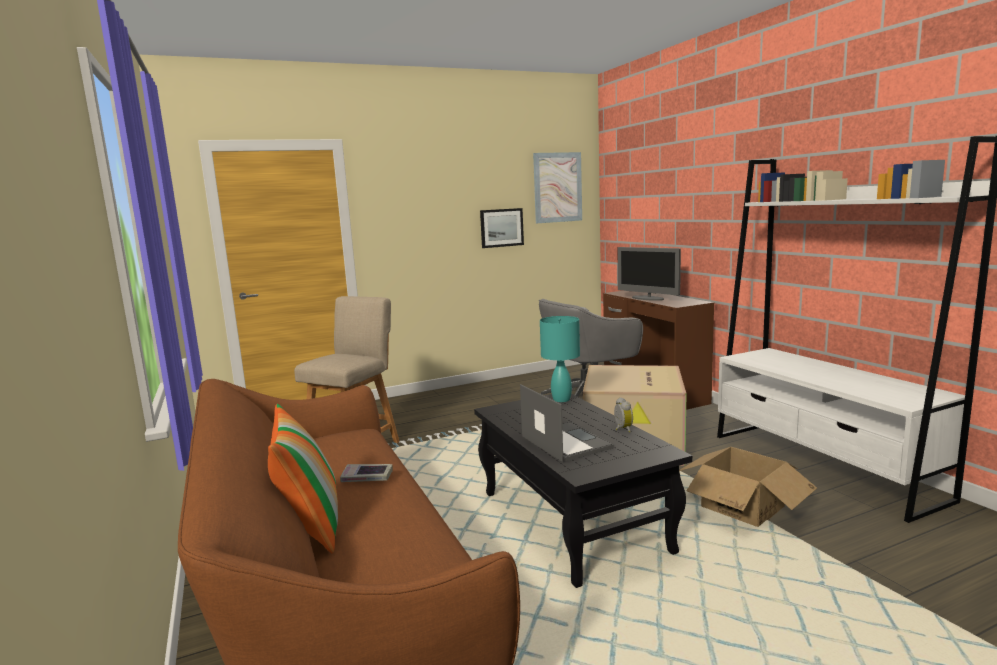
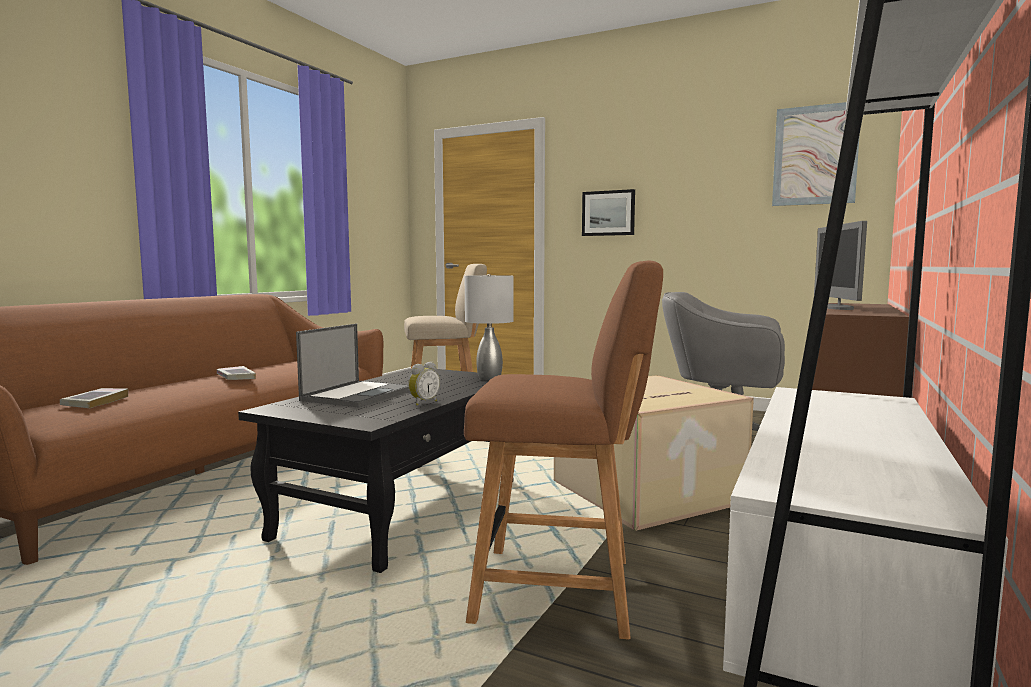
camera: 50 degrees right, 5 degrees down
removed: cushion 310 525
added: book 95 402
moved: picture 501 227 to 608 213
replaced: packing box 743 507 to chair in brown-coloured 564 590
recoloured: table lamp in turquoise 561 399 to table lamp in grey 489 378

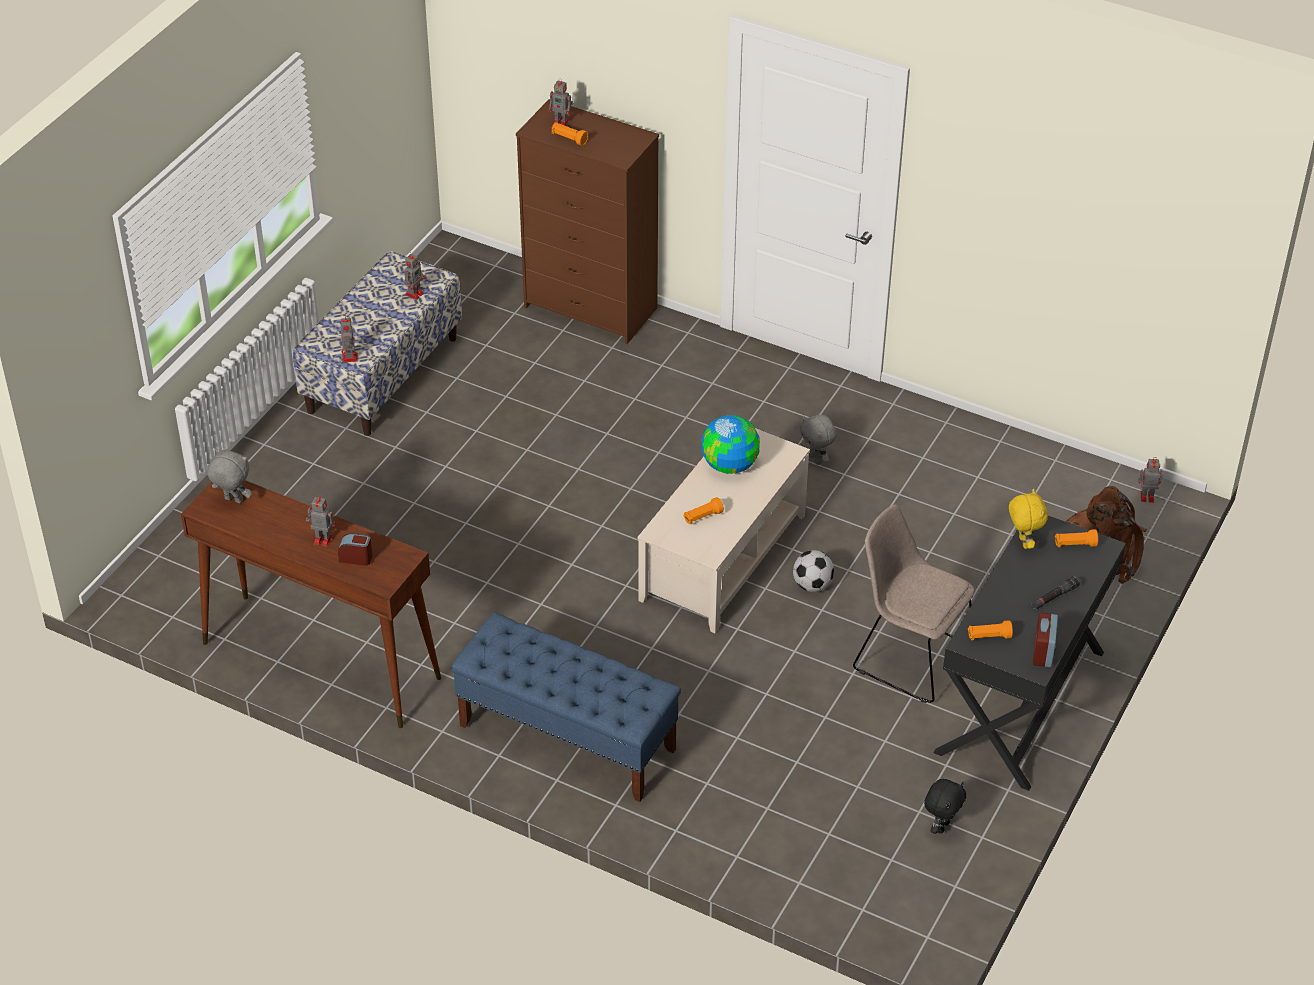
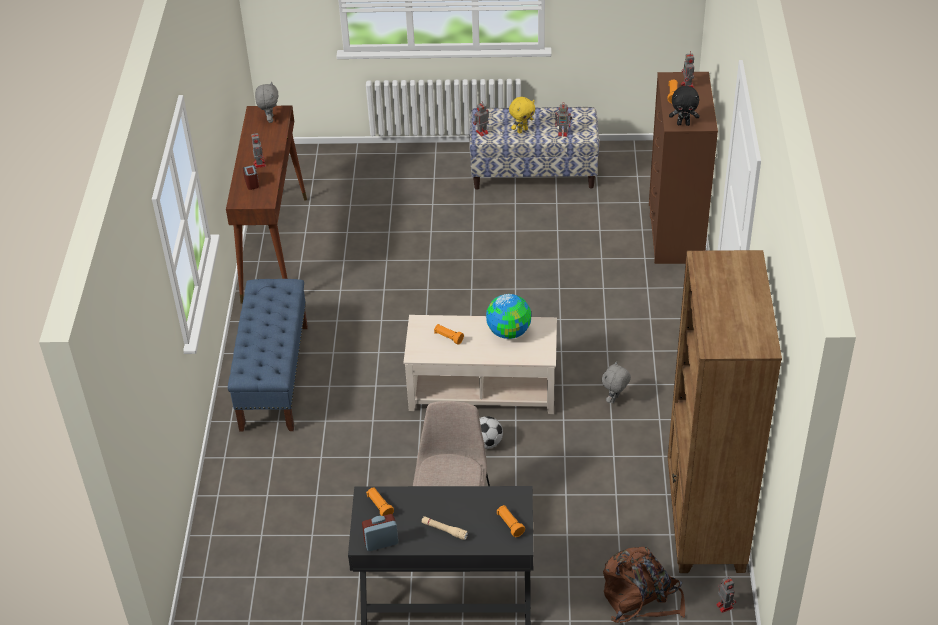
camera: 65 degrees right, 0 degrees up
added: shelving unit in brown-coloured 704 520
moved: soft toy in yellow 1023 542 to 522 130; soft toy in black 941 826 to 683 123
recoloured: torch in black 1054 597 to torch in sand-coloured 444 530

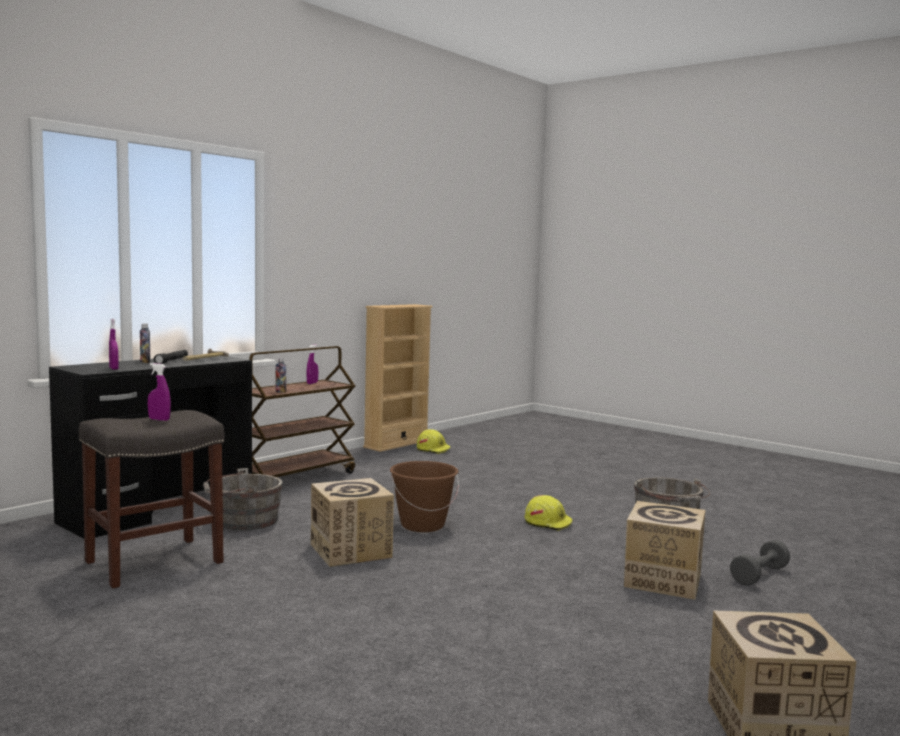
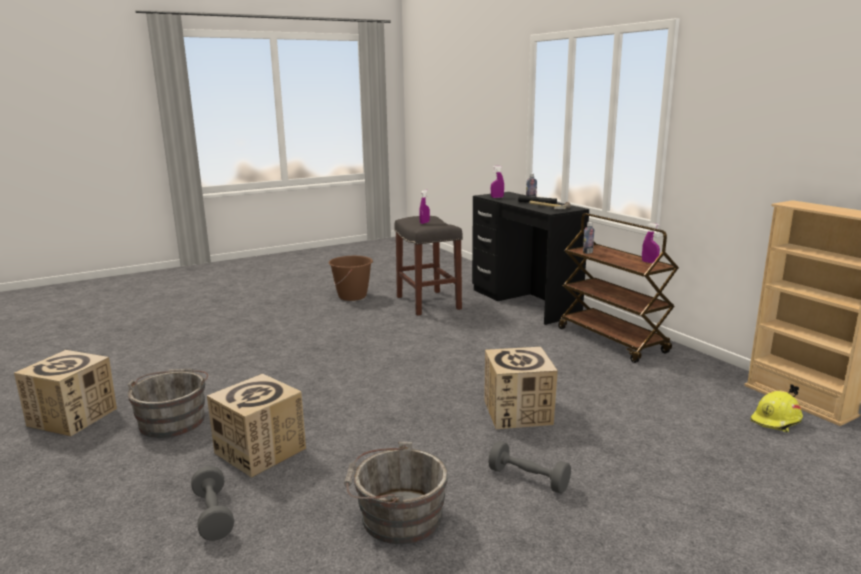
camera: 110 degrees right, 10 degrees up
removed: hard hat in yellow 548 523
added: dumbbell in grey 528 479
moved: water bucket in brown-coloured 422 525 to 352 296; water bucket in grey 242 521 to 173 420; packing box 350 551 to 518 412

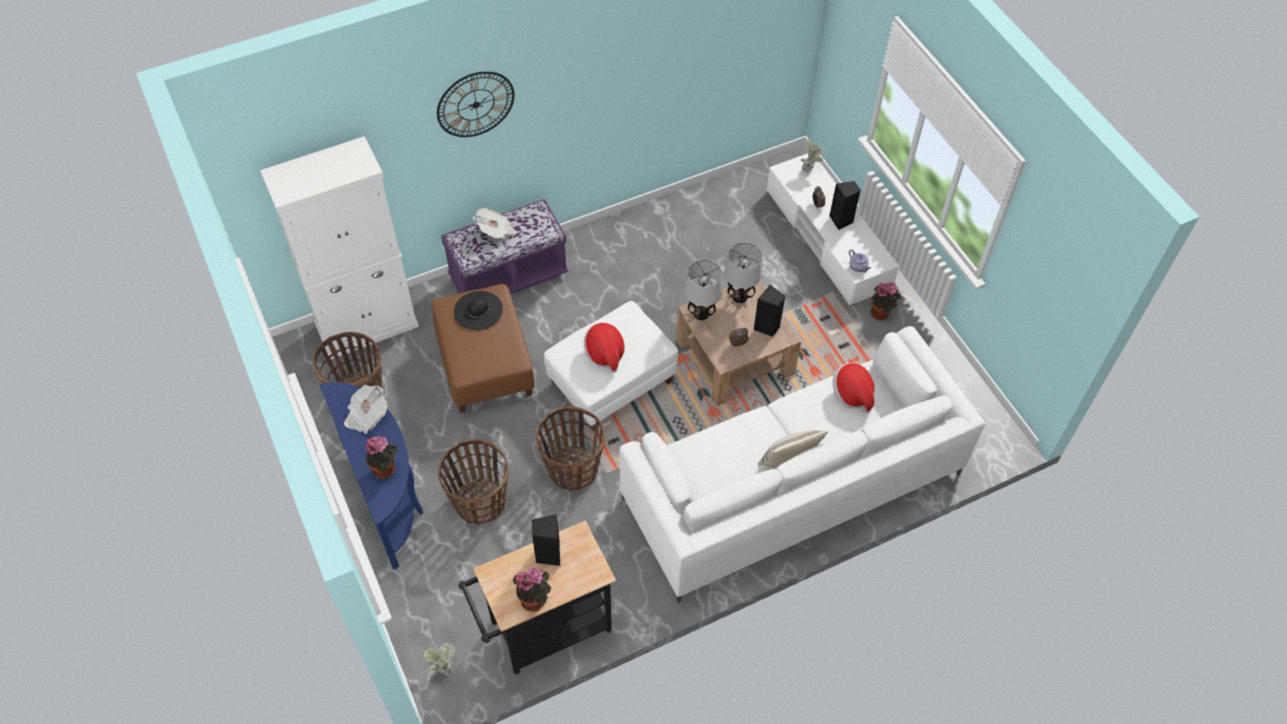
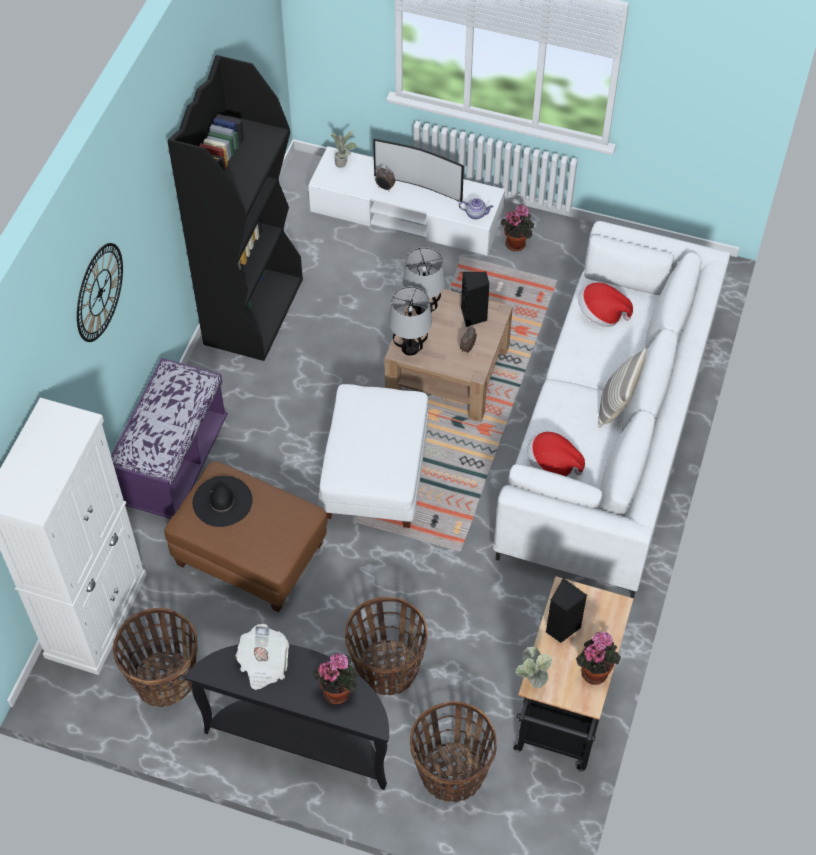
camera: 45 degrees left, 0 degrees up
removed: daily paper 496 231
added: shelving unit in black 253 311
moved: hat 605 353 to 552 464; storage basket 572 469 to 451 773; houseplant 442 668 to 532 681
replaced: loudspeaker in black 841 220 to TV 419 186
recoloured: console table in blue 387 496 to console table in black 302 737

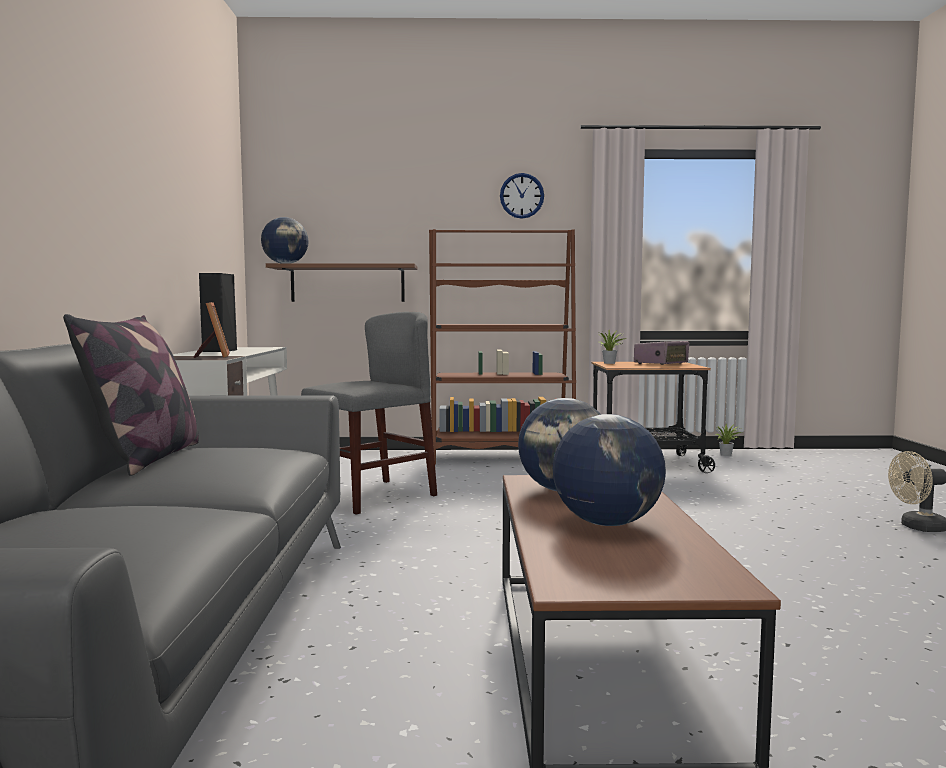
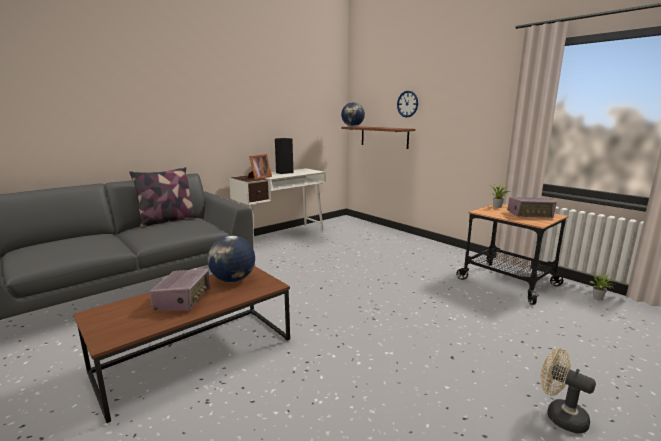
camera: 50 degrees right, 10 degrees up
removed: shelving unit in brown-coloured 501 457; chair in grey 372 496
moved: clock on the wall 521 195 to 407 104
replaced: world globe 606 523 to radio 183 300

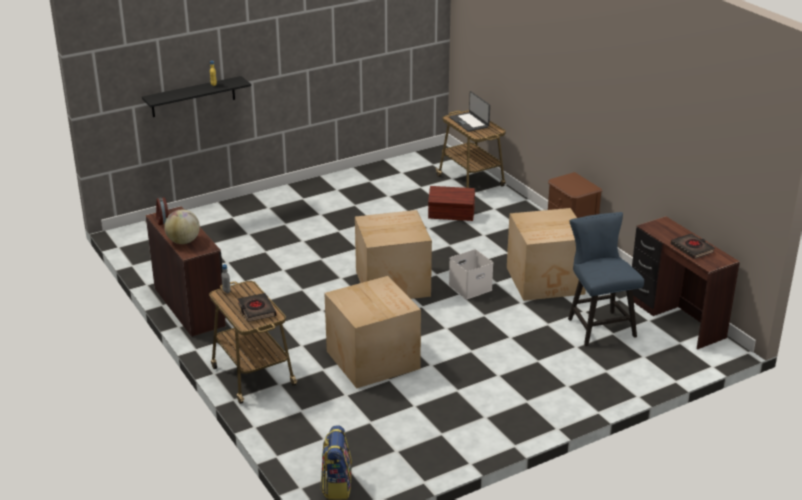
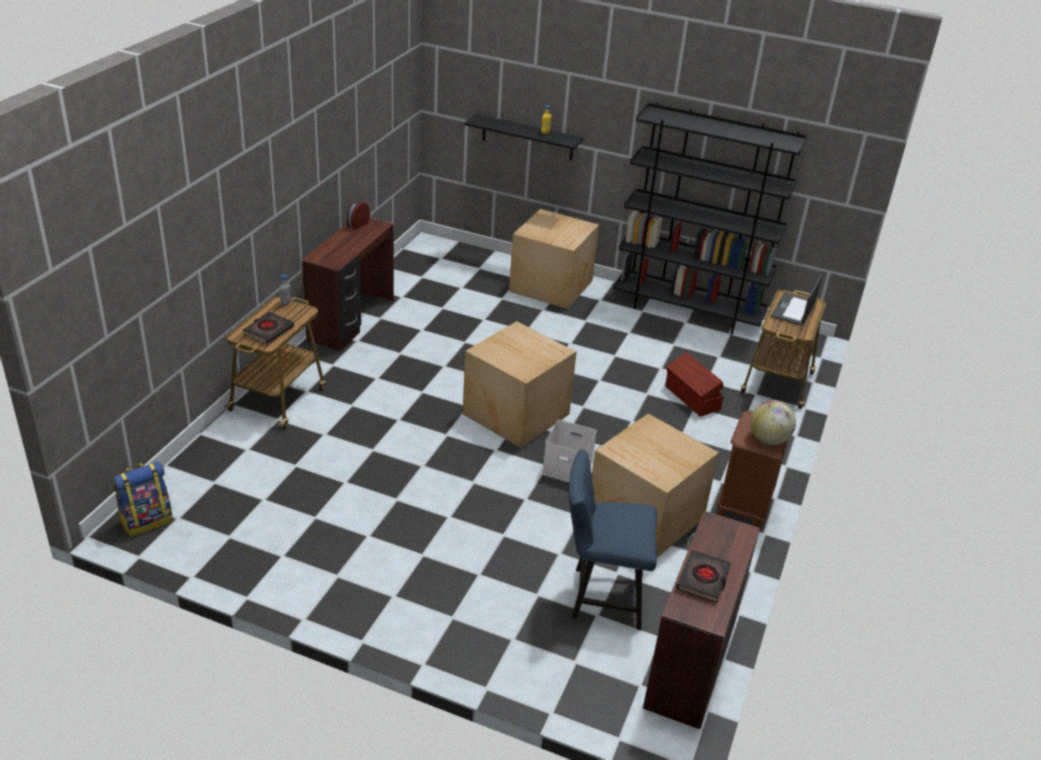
camera: 50 degrees right, 5 degrees up
added: shelving unit in black 688 311
moved: world globe 183 241 to 768 439; packing box 373 359 to 552 285
turned: chair in blue 598 325 = 600 596 120 degrees counterclockwise

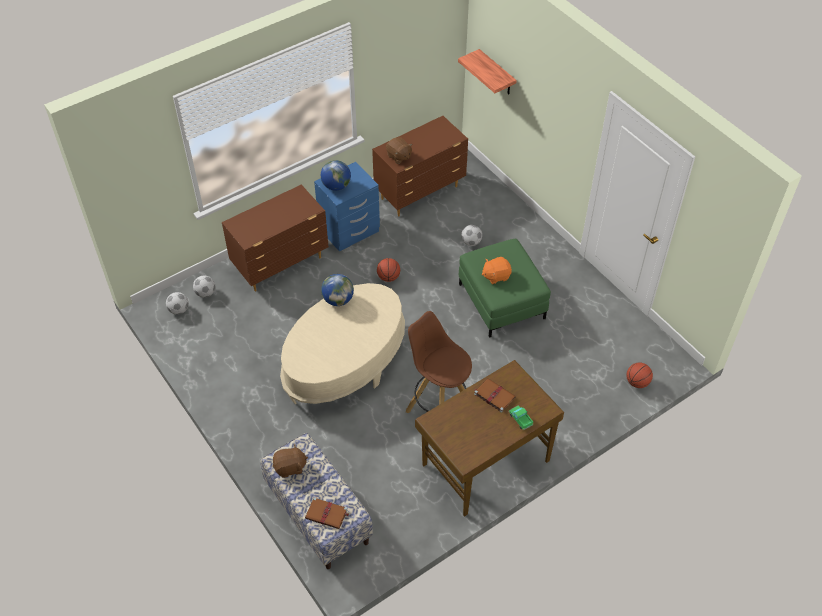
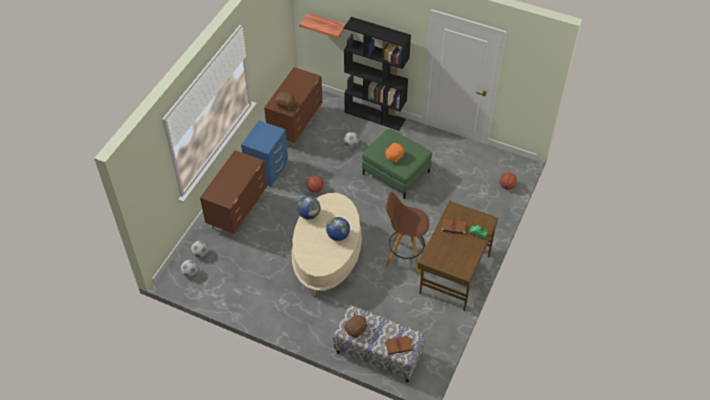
camera: 30 degrees left, 0 degrees up
added: shelving unit in black 375 116
moved: world globe 336 186 to 338 236

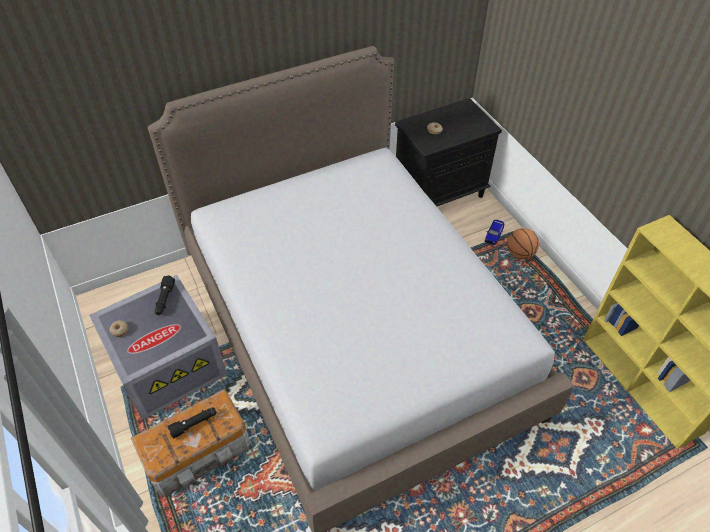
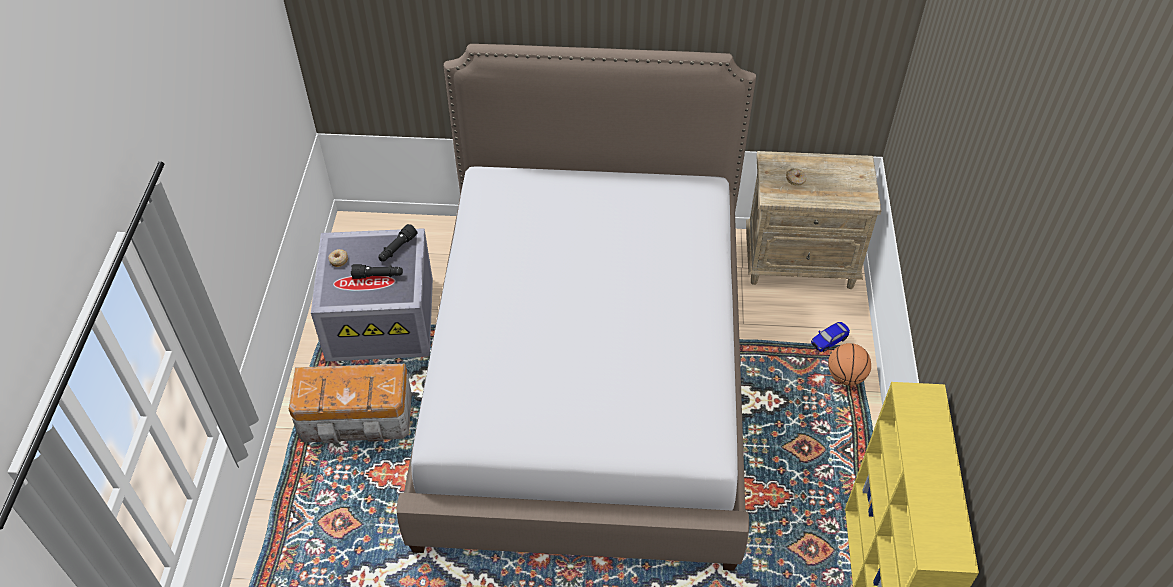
camera: 30 degrees right, 0 degrees up
moved: torch in black 194 424 to 378 276
recoloured: night table in black 440 192 to night table in sand-coloured 801 262

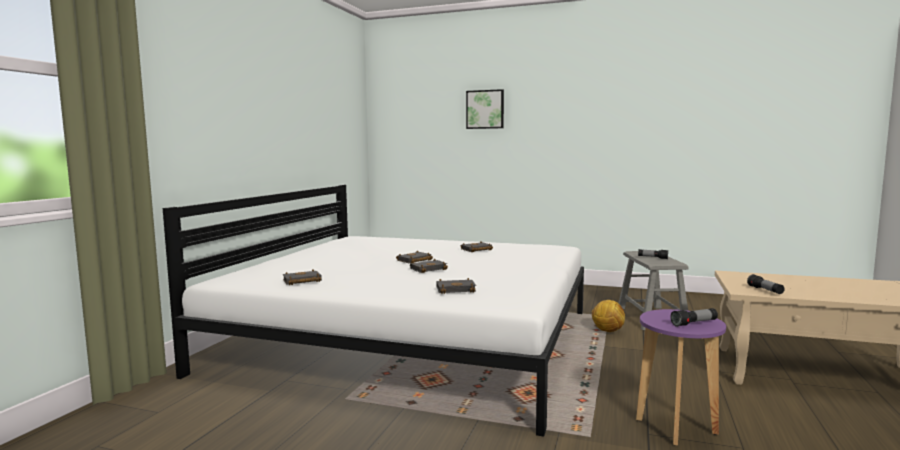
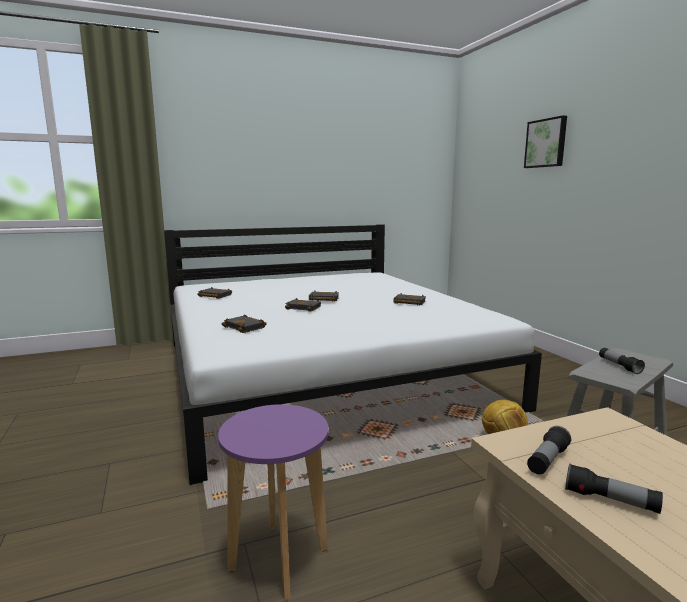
camera: 50 degrees right, 5 degrees up
moved: torch 694 323 to 610 500

